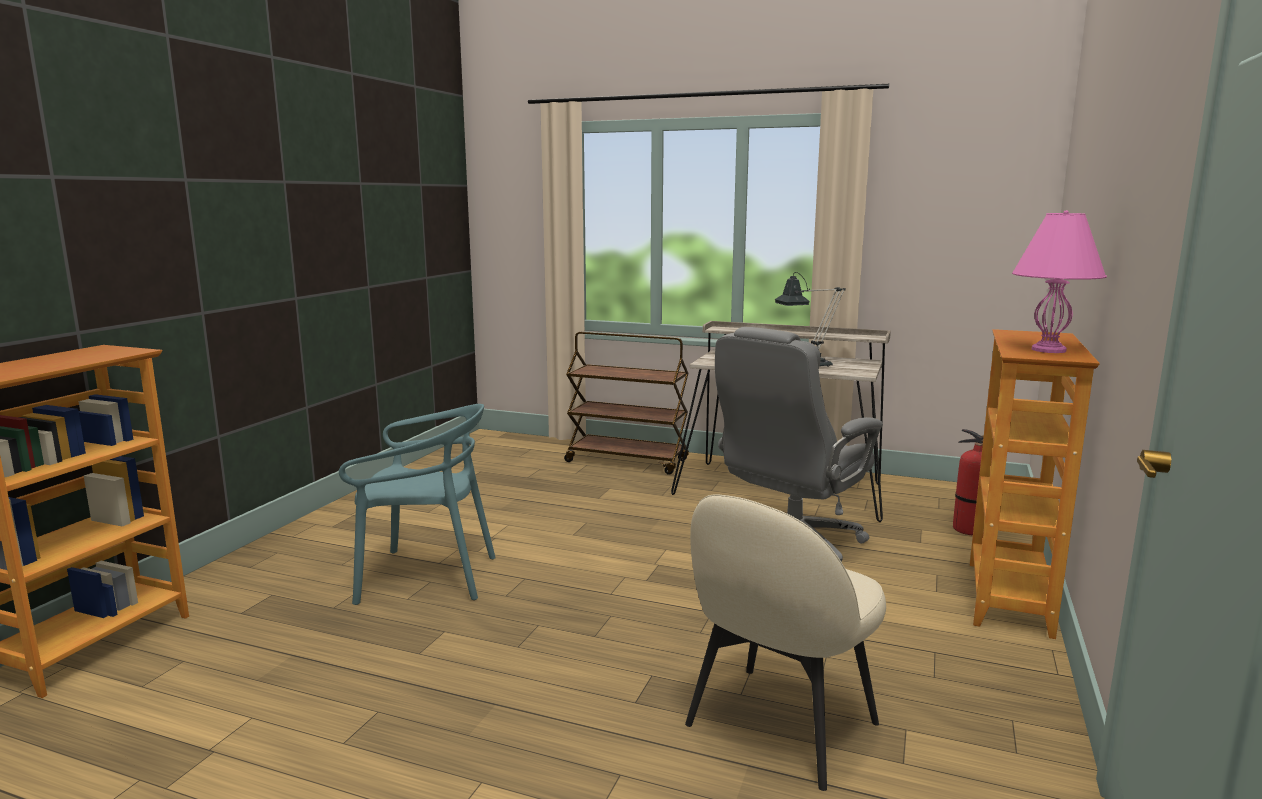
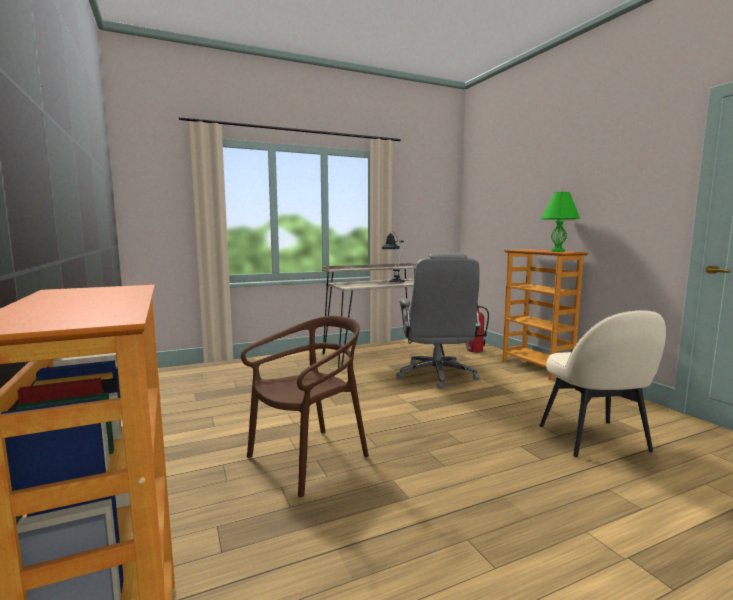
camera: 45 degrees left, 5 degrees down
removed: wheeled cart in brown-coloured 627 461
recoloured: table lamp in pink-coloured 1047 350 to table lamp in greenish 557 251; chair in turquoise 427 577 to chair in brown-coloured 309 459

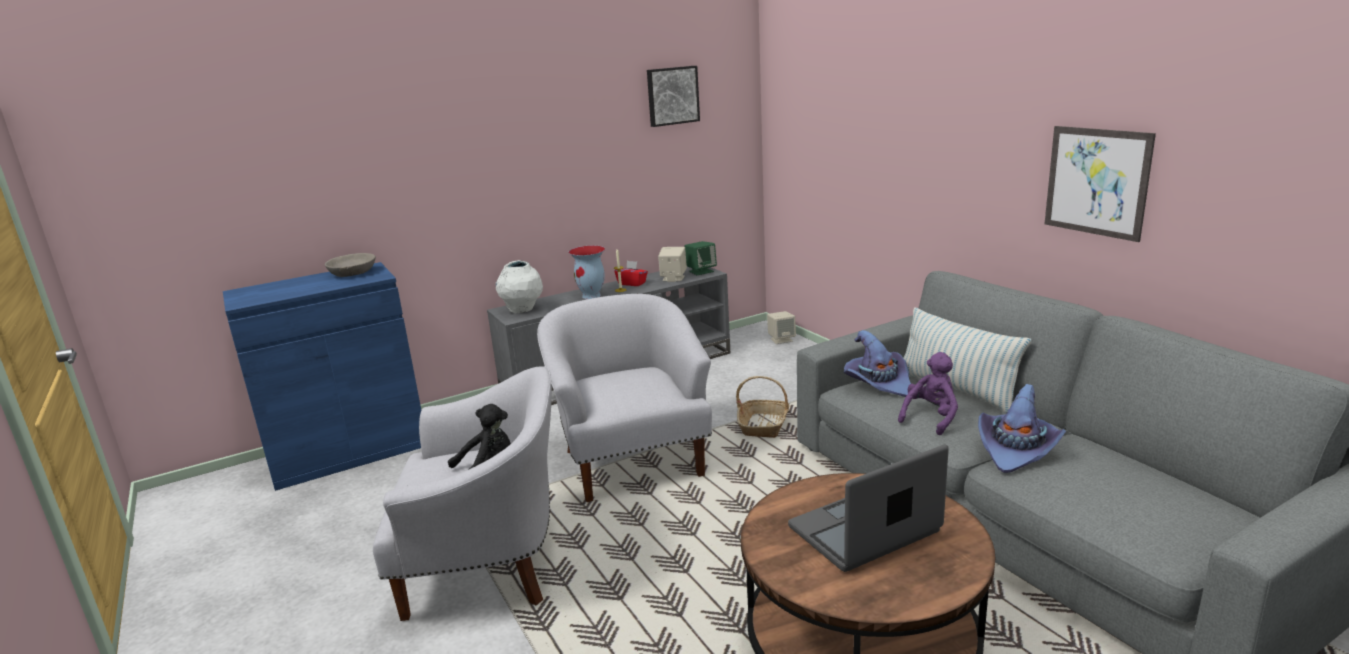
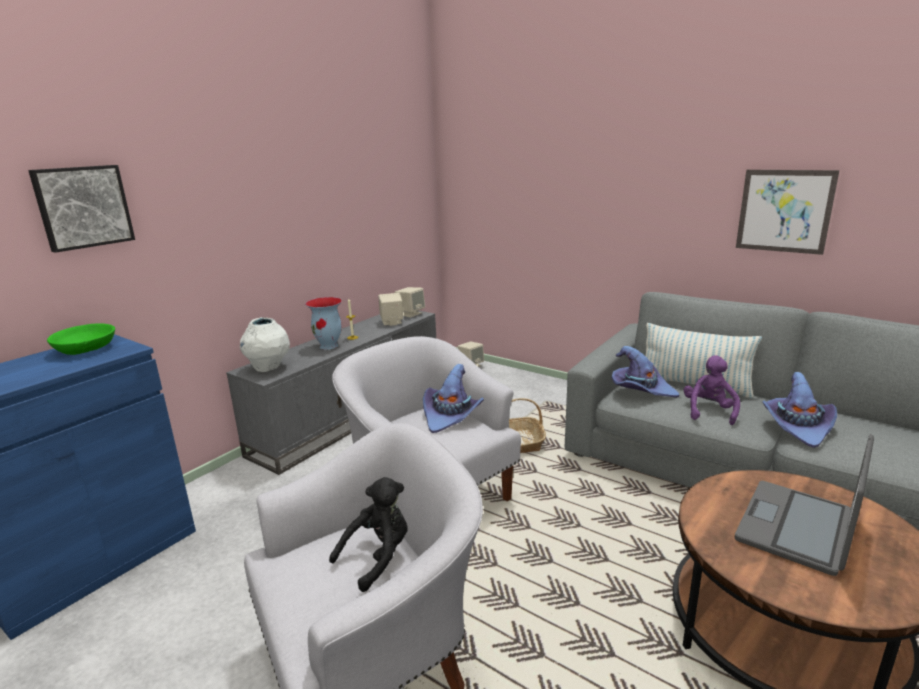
camera: 25 degrees left, 0 degrees up
removed: tissue holder in reddish 632 283
added: hat in purple 452 415
moved: picture 672 96 to 83 207
recoloured: loudspeaker in greenish 701 271 to loudspeaker in sand-coloured 410 314; deep dish in grey 353 273 to deep dish in greenish 86 349

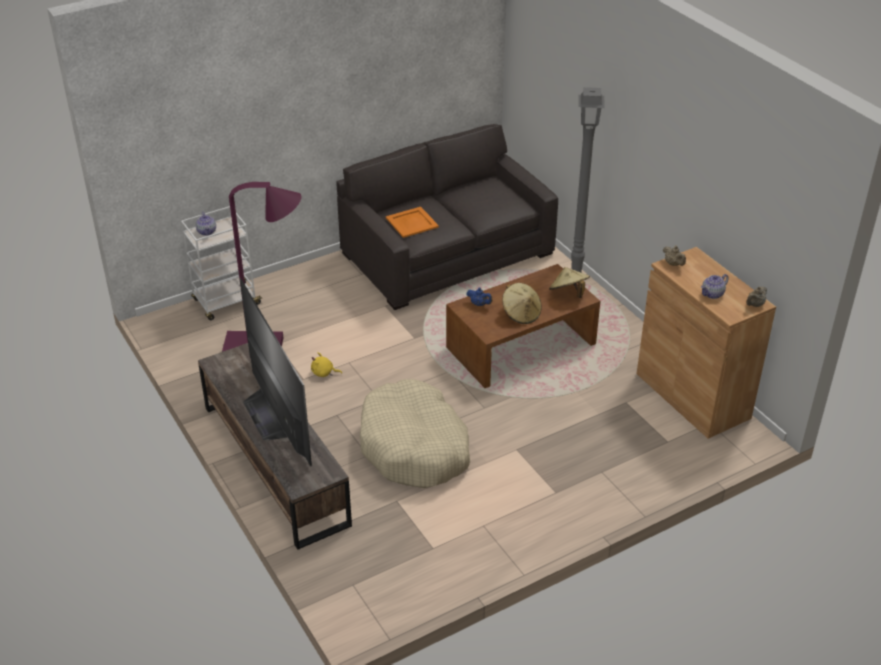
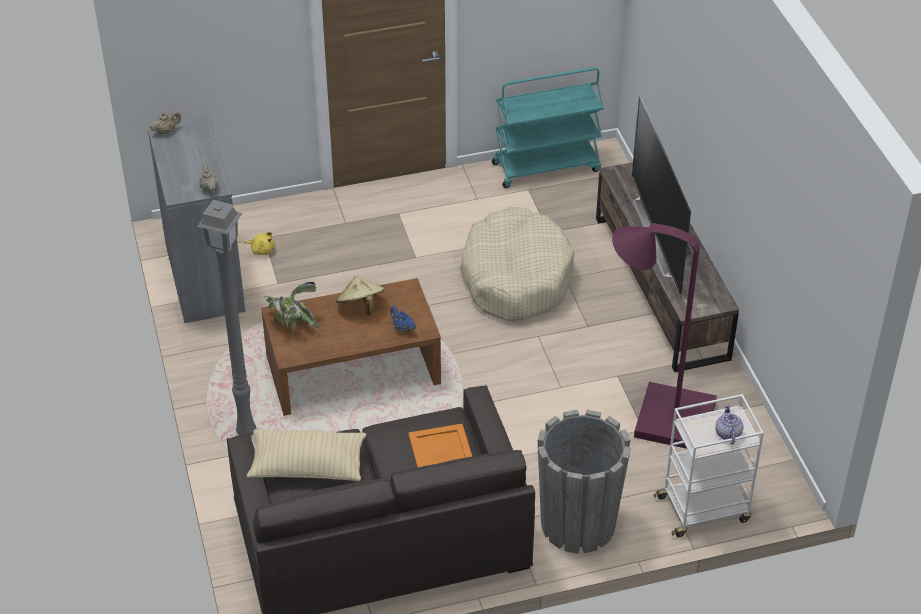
camera: 165 degrees left, 5 degrees up
removed: tea pot 712 294
added: wheeled cart in turquoise 546 166; flower pot in grey 578 524; cushion in sand-coloured 307 466
moved: soft toy in yellow 324 373 to 261 250
replaced: hat in sand-coloured 568 293 to houseplant 291 323
recoloured: cupboard in brown-coloured 692 395 to cupboard in grey 204 277

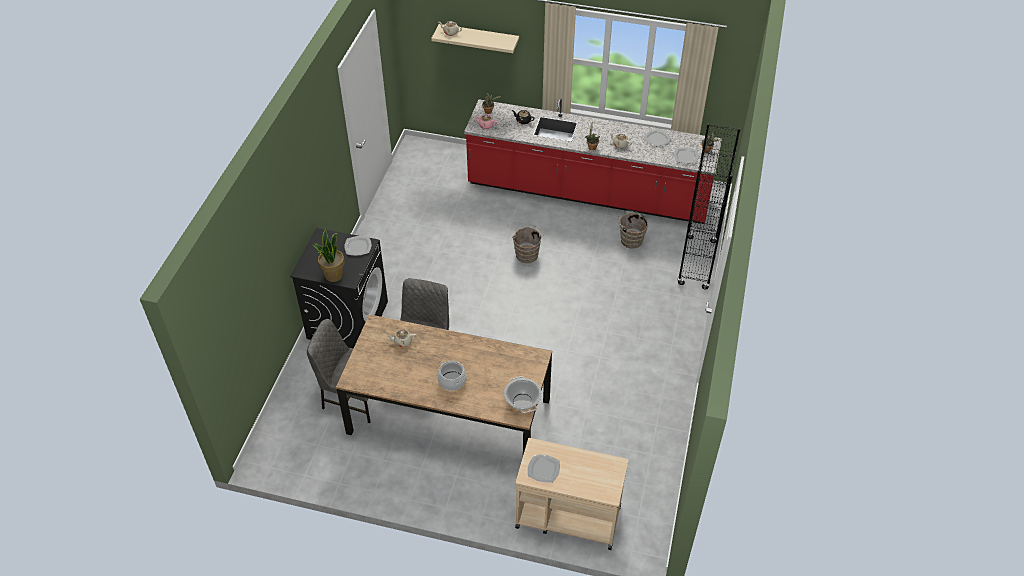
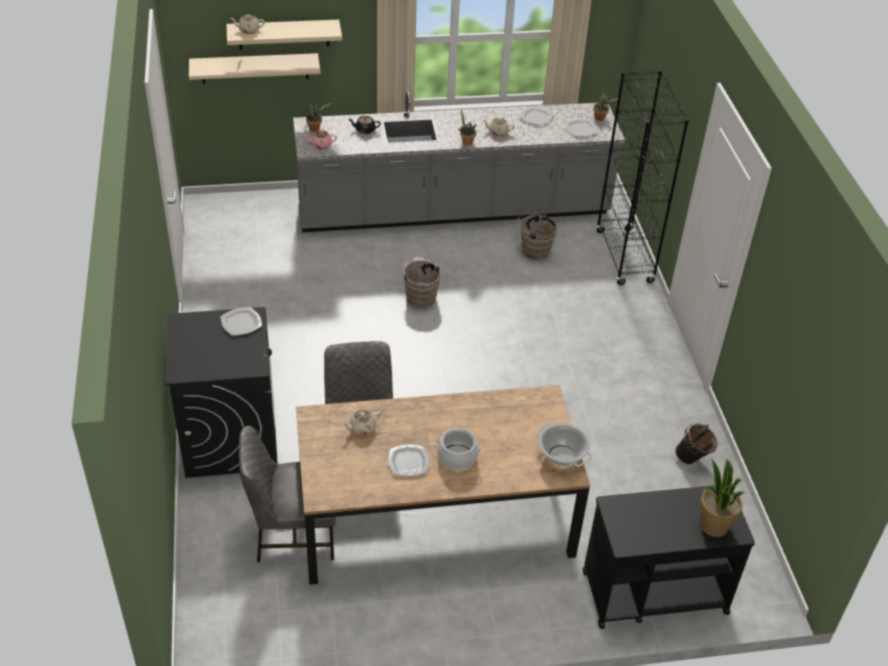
camera: 25 degrees left, 5 degrees down
added: wall shelf in sand-coloured 254 68; water bucket in black 693 460
moved: houseplant 333 275 to 713 525; plate 544 469 to 409 462
recoloured: kitchen counter in reddish 588 193 to kitchen counter in grey 454 211; wheeled cart in sand-coloured 567 516 to wheeled cart in black 653 592

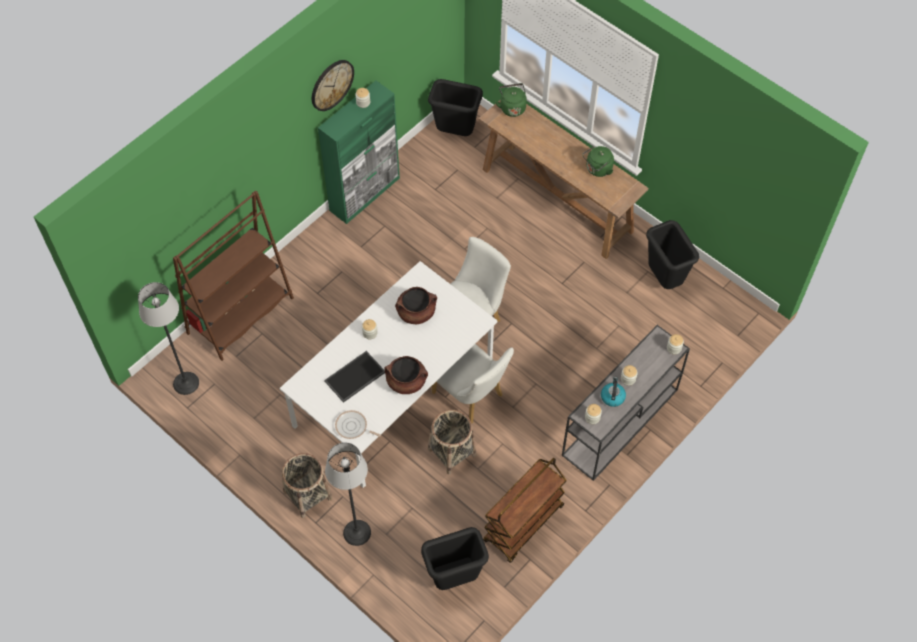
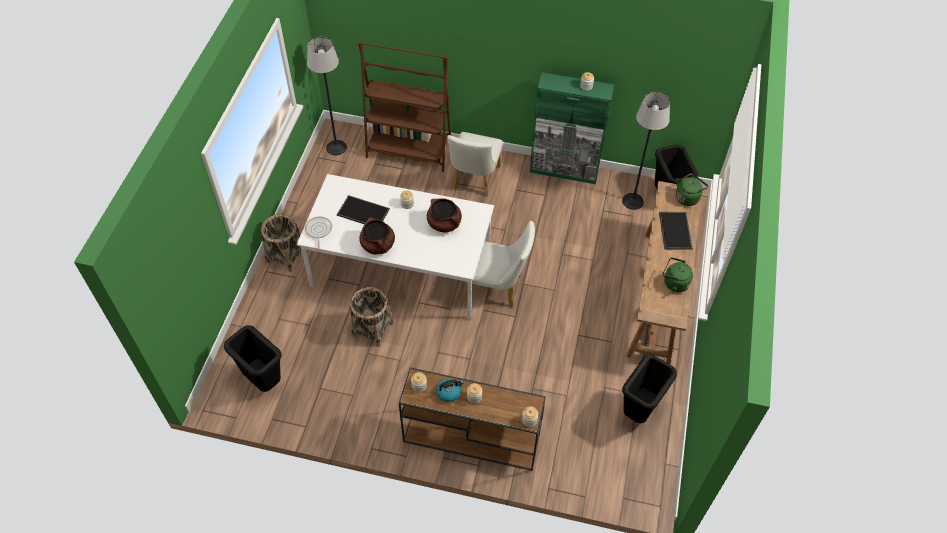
camera: 60 degrees right, 5 degrees down
removed: clock on the wall 332 84; wheeled cart in brown-coloured 523 524
added: tray 674 230
moved: chair in whitish 471 397 to 474 180; standard lamp 356 532 to 632 201
recoloured: console table in grey 619 423 to console table in brown-coloured 470 438

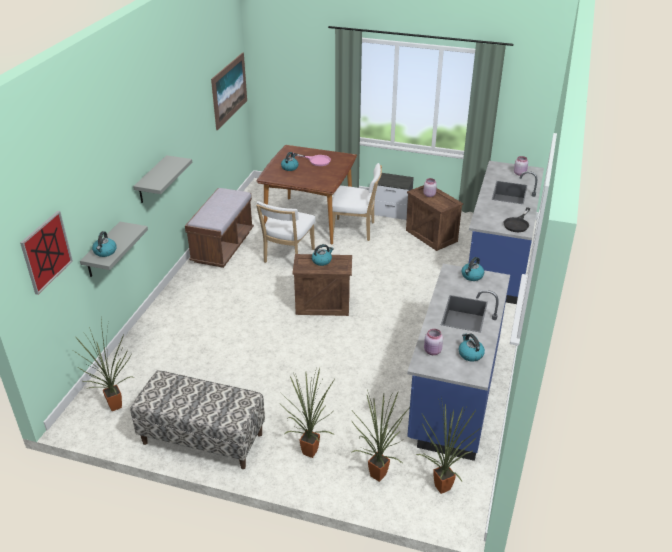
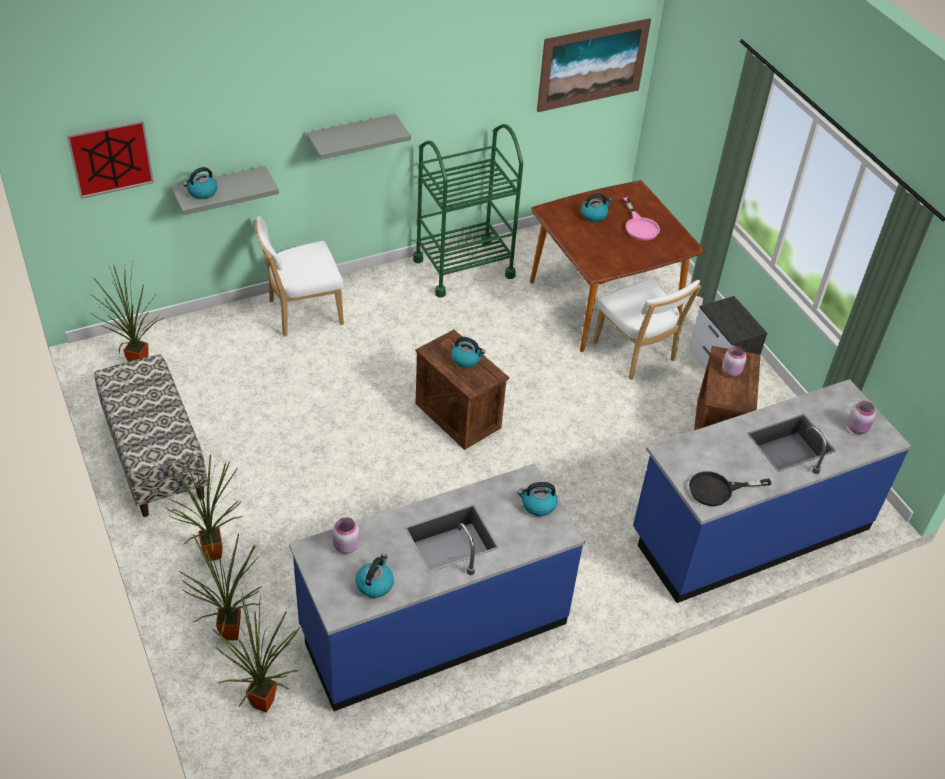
camera: 45 degrees right, 10 degrees up
moved: chair in whitish 287 257 to 301 313
replaced: bench in brown-coloured 223 247 to wheeled cart in greenish 463 268

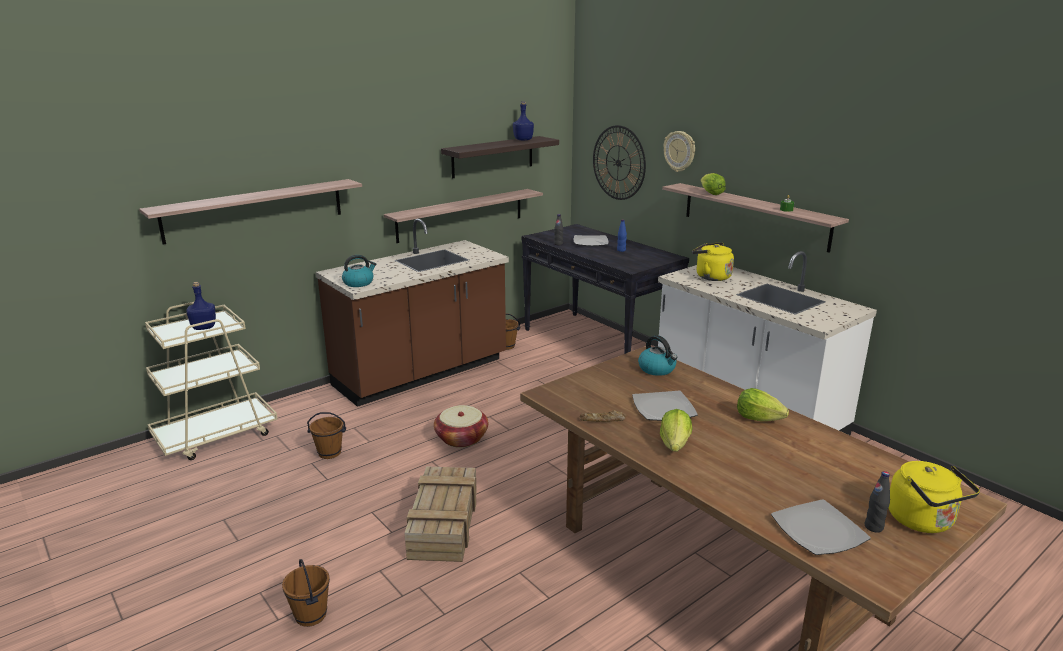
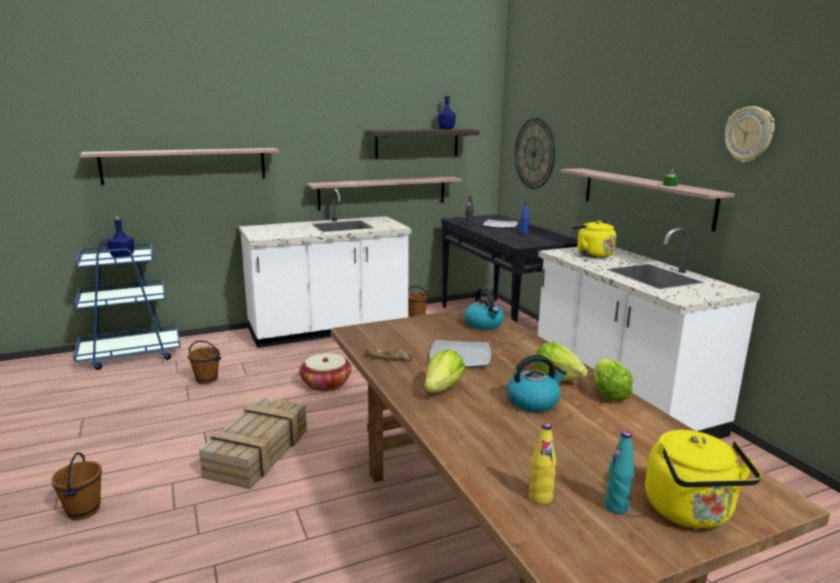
camera: 15 degrees right, 5 degrees down
moved: clock on the wall 679 151 to 749 134; head of lettuce 711 193 to 608 394; water kettle 359 283 to 533 402
replaced: plate 818 530 to drink bottle in yellow 540 498
recoloured: kitchen counter in brown-coloured 421 374 to kitchen counter in whitish 328 330; wheeled cart in sand-coloured 216 435 to wheeled cart in blue 131 354; drink bottle in black 873 527 to drink bottle in turquoise 616 507

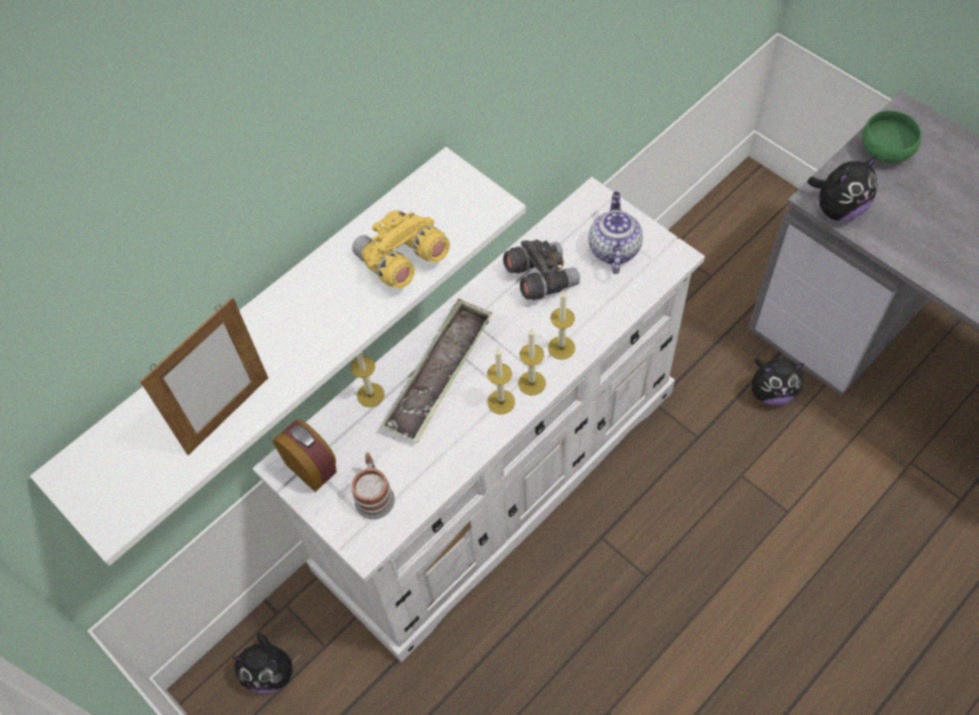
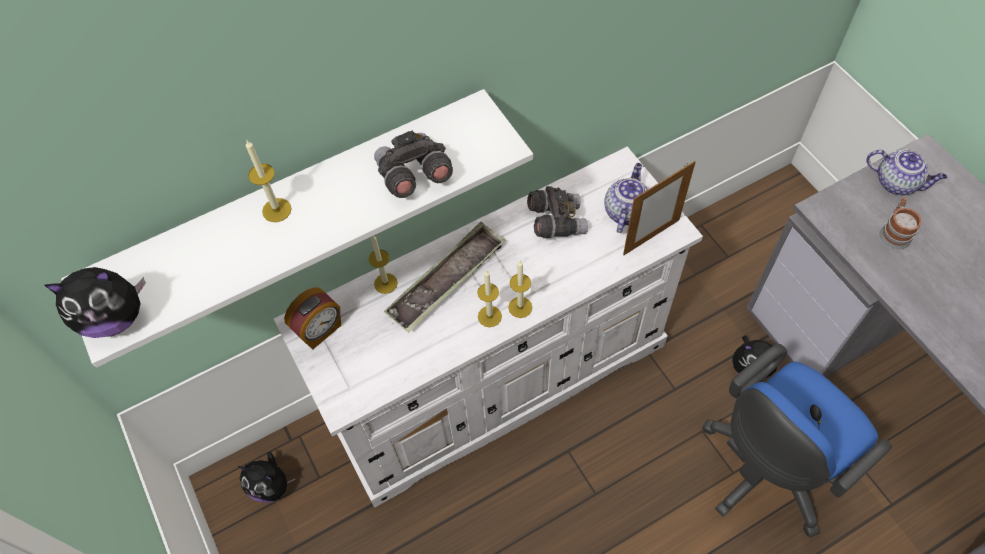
camera: 15 degrees right, 0 degrees up
added: office chair in blue 766 469
moved: soft toy 837 209 to 115 318; candle 561 347 to 276 210; photo frame 228 415 to 651 237; coffee mug 374 494 to 894 232
replaced: deep dish in greenish 886 151 to tea pot 897 183
recoloured: binoculars in yellow 401 261 to binoculars in grey 413 176
turned: alarm clock 312 467 = 320 330 75 degrees clockwise

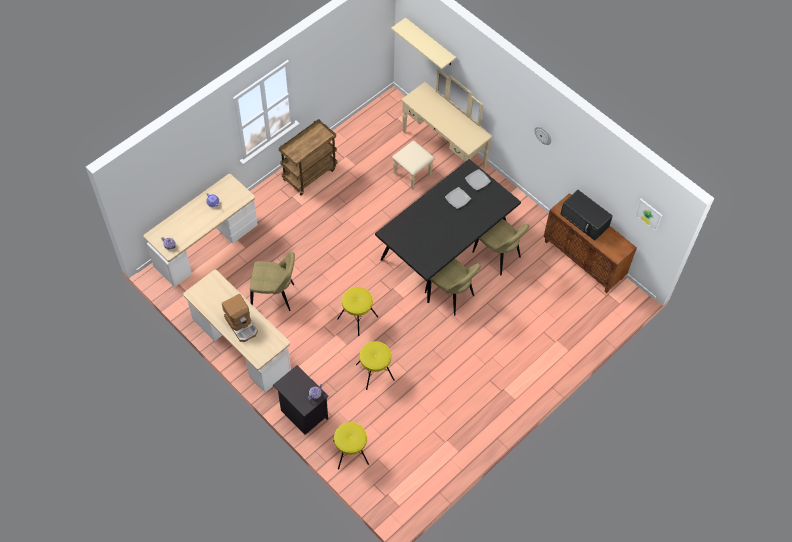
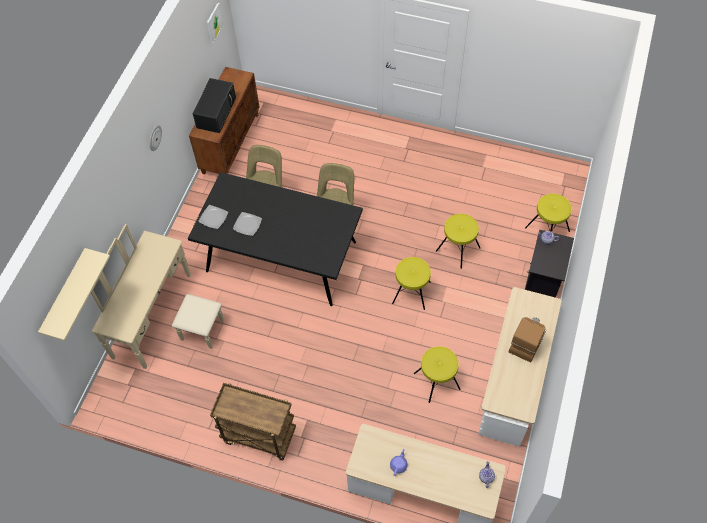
camera: 115 degrees left, 0 degrees up
replaced: chair in sand-coloured 275 296 to stool in yellow 437 381

